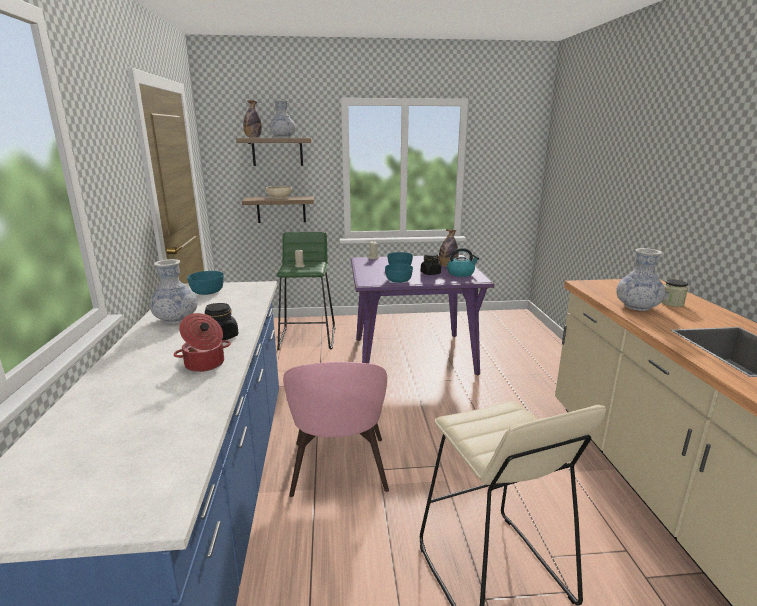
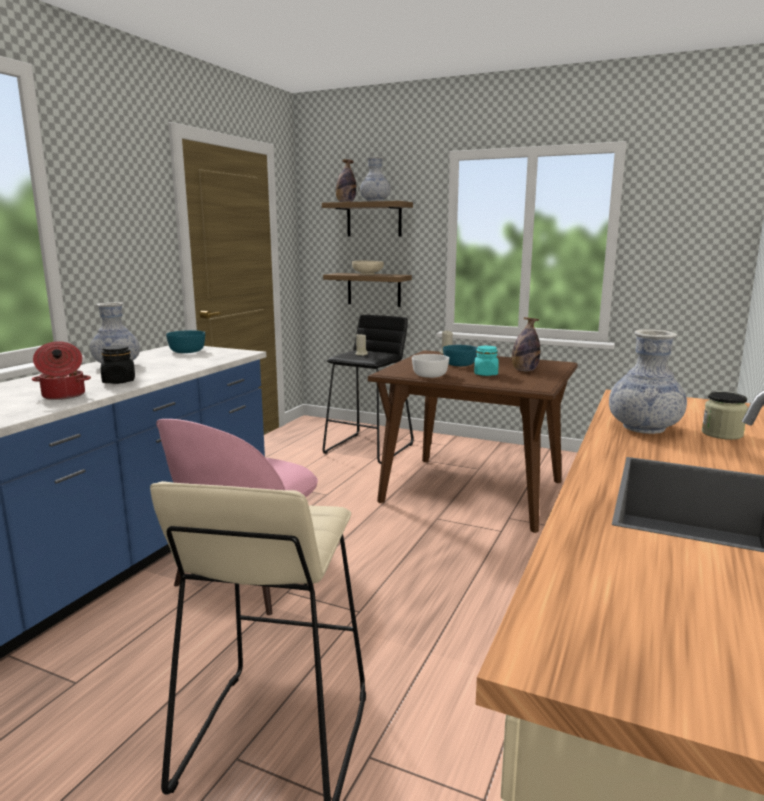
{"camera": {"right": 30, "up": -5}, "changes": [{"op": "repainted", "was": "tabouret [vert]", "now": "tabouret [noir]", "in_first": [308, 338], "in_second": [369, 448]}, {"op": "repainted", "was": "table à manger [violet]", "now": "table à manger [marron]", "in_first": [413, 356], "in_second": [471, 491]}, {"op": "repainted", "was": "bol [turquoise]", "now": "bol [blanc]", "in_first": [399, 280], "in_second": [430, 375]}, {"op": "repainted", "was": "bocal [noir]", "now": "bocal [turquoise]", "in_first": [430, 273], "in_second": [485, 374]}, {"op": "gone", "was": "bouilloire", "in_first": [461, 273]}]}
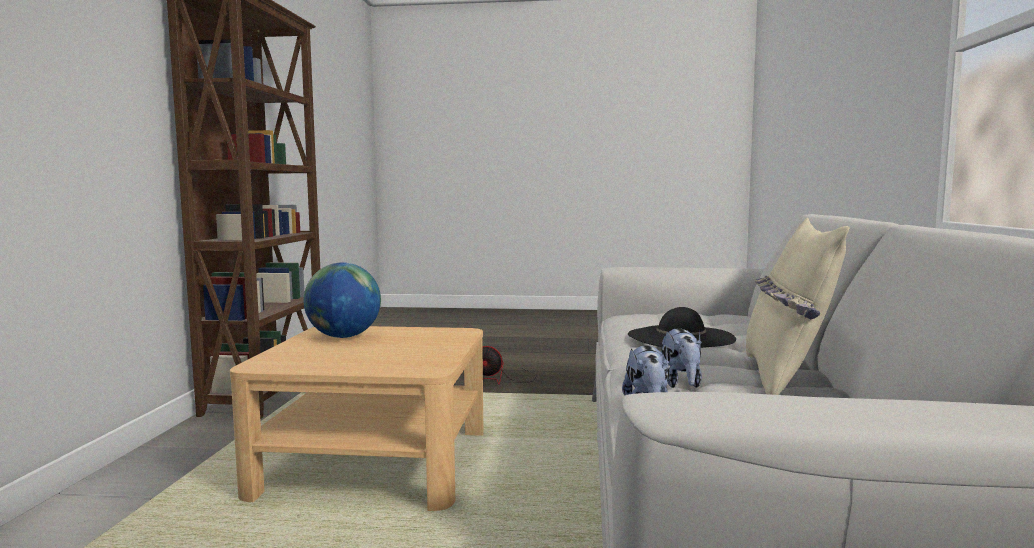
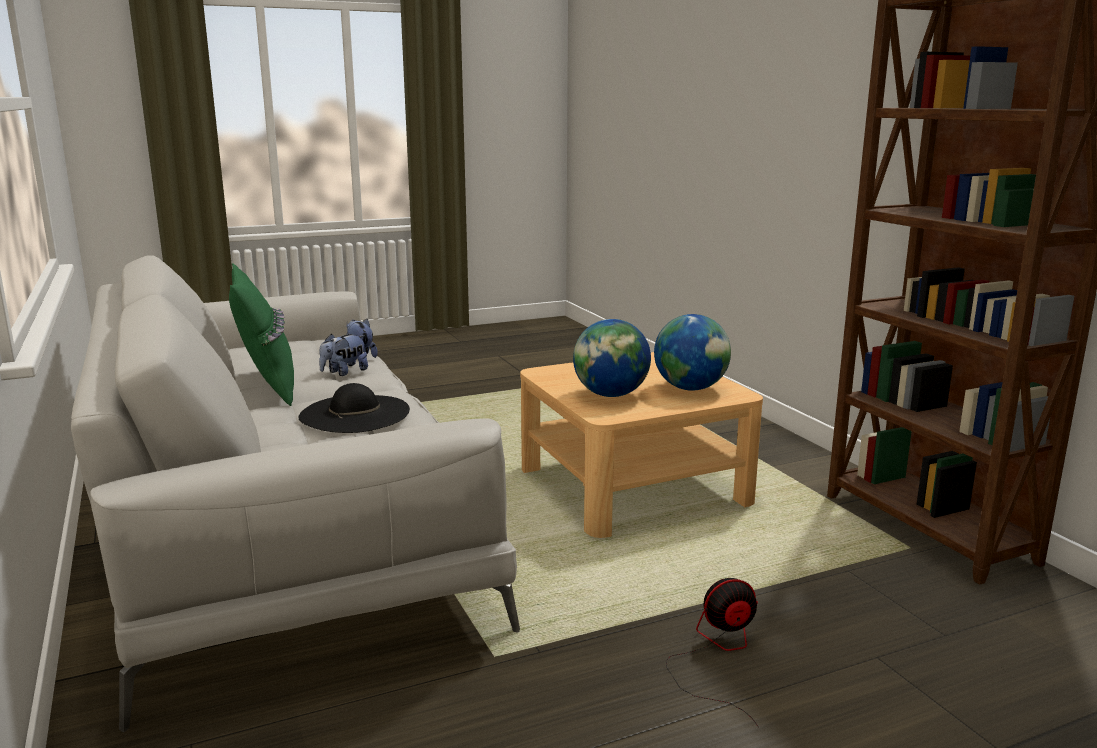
{"camera": {"right": 150, "up": 10}, "changes": [{"op": "repainted", "was": "coussin [beige]", "now": "coussin [vert]", "in_first": [786, 377], "in_second": [267, 388]}, {"op": "rotated", "was": "peluche", "in_first": [681, 384], "in_second": [344, 372], "clockwise": -105}, {"op": "new", "now": "globe", "in_second": [611, 395]}]}
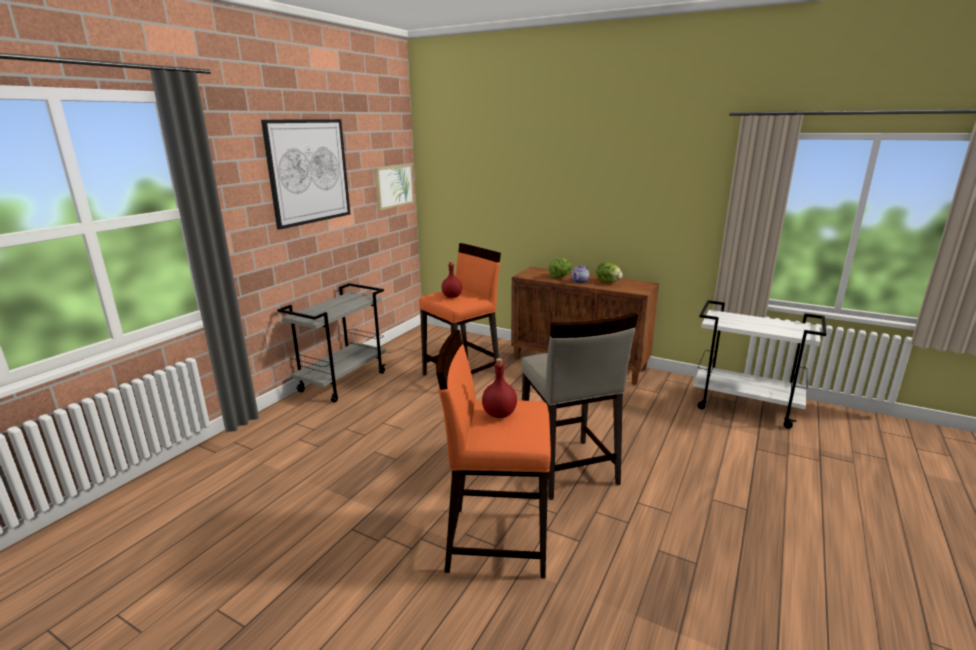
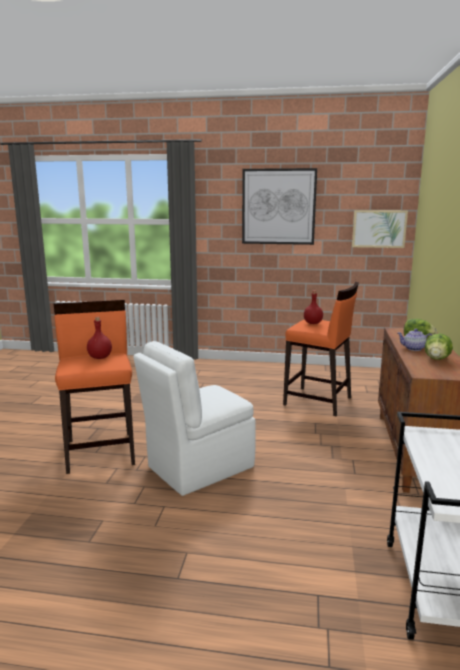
{"camera": {"right": 70, "up": -5}, "changes": [{"op": "swapped", "was": "tabouret [beige]", "now": "chaise [blanc]", "in_first": [568, 469], "in_second": [198, 467]}, {"op": "gone", "was": "chariot [gris]", "in_first": [343, 381]}]}
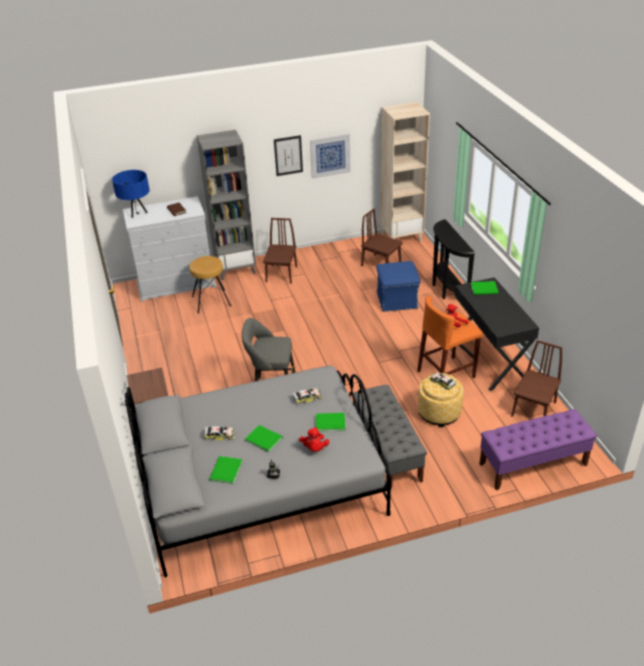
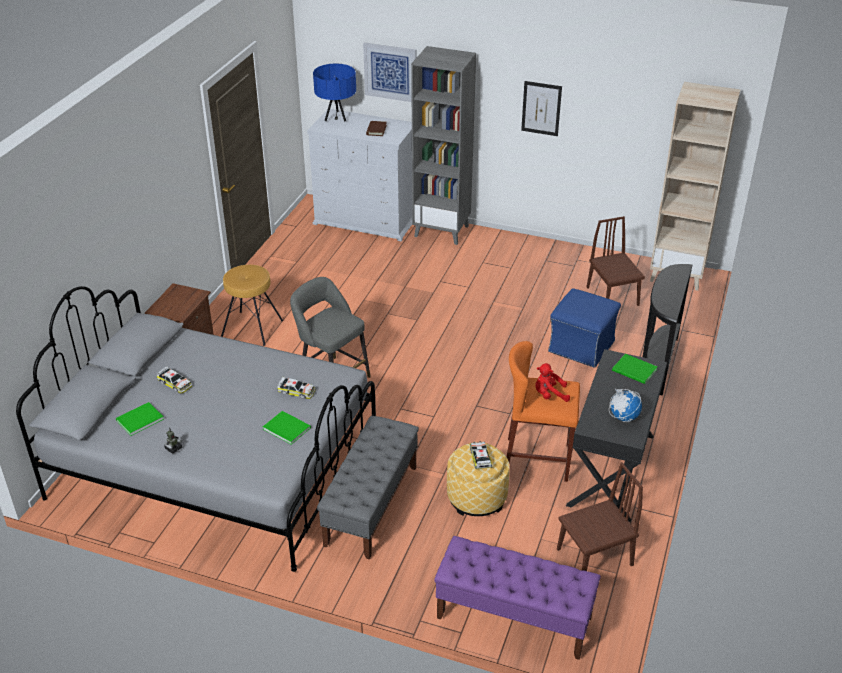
{"camera": {"right": 35, "up": 0}, "changes": [{"op": "shifted", "was": "tabouret [marron]", "in_first": [211, 301], "in_second": [252, 328]}, {"op": "shifted", "was": "tableau", "in_first": [330, 155], "in_second": [390, 72]}, {"op": "new", "now": "globe", "in_second": [623, 417]}, {"op": "gone", "was": "livre [vert]", "in_first": [263, 438]}, {"op": "gone", "was": "chaise [marron]", "in_first": [281, 274]}, {"op": "gone", "was": "peluche [rouge]", "in_first": [314, 448]}]}
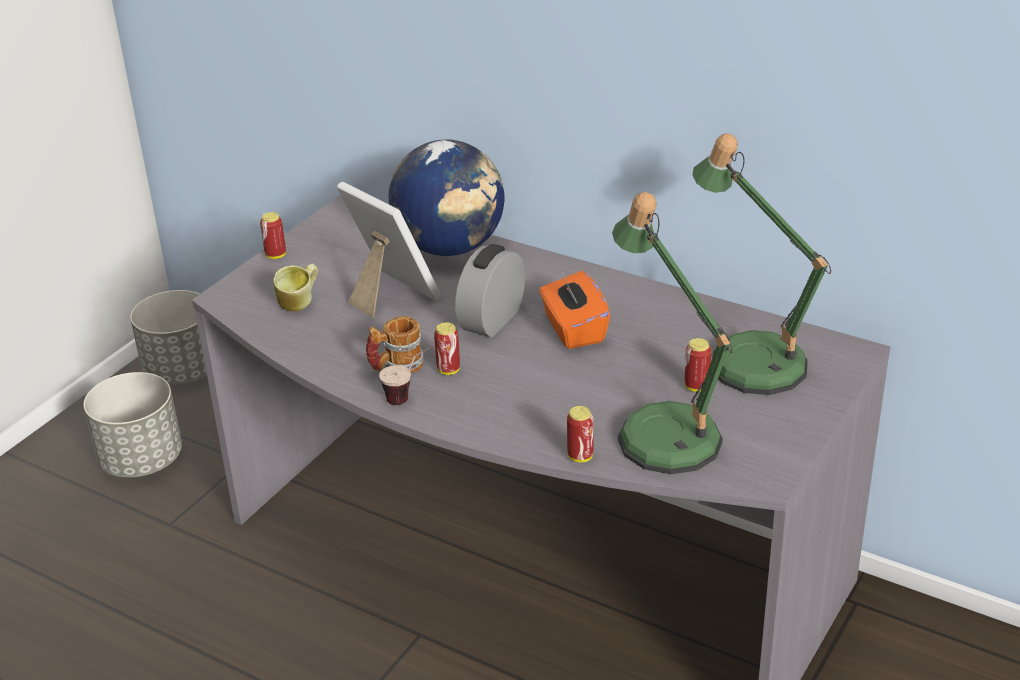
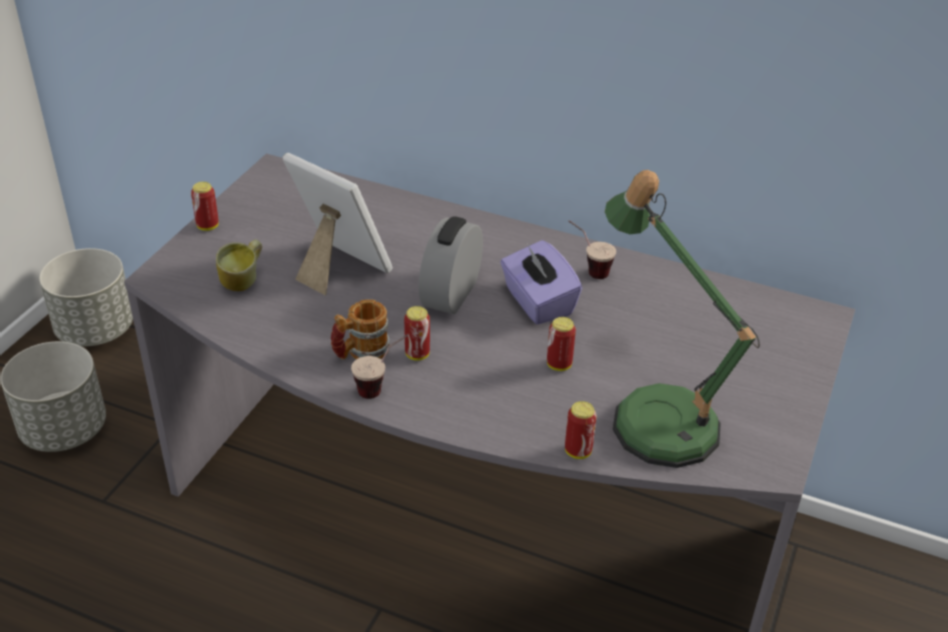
{"camera": {"right": -10, "up": 5}, "changes": [{"op": "repainted", "was": "boîte à mouchoirs [orange]", "now": "boîte à mouchoirs [violet]", "in_first": [573, 330], "in_second": [537, 302]}, {"op": "shifted", "was": "boîte métallique", "in_first": [696, 387], "in_second": [559, 365]}, {"op": "new", "now": "tasse", "in_second": [587, 269]}, {"op": "gone", "was": "globe", "in_first": [450, 247]}, {"op": "gone", "was": "lampe de table", "in_first": [749, 356]}]}
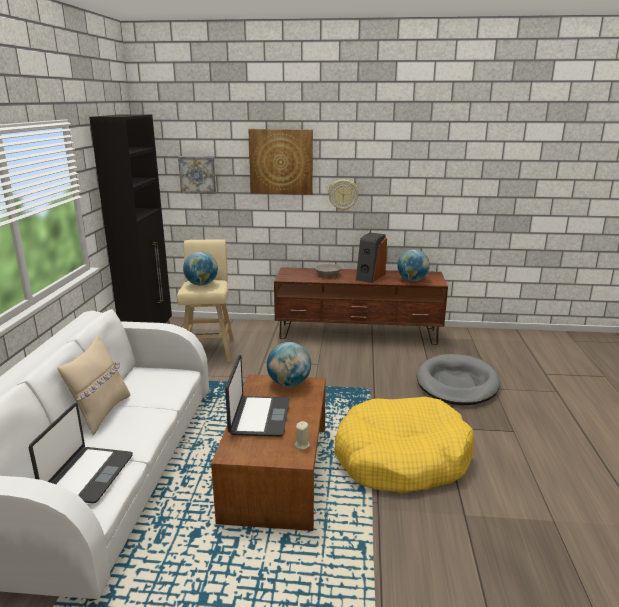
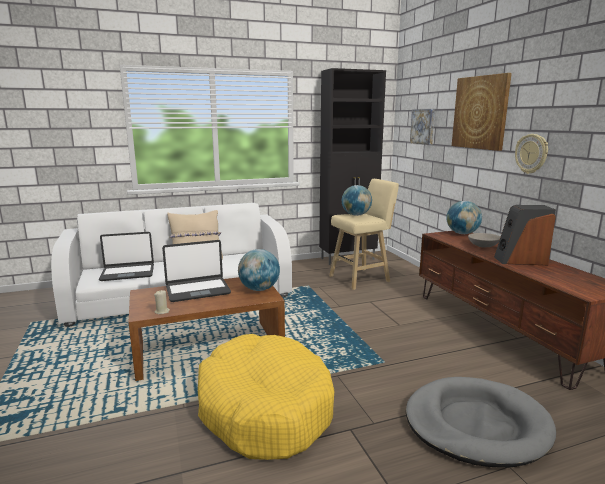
{"camera": {"right": 65, "up": -5}, "changes": [{"op": "shifted", "was": "globe", "in_first": [412, 280], "in_second": [462, 233]}]}
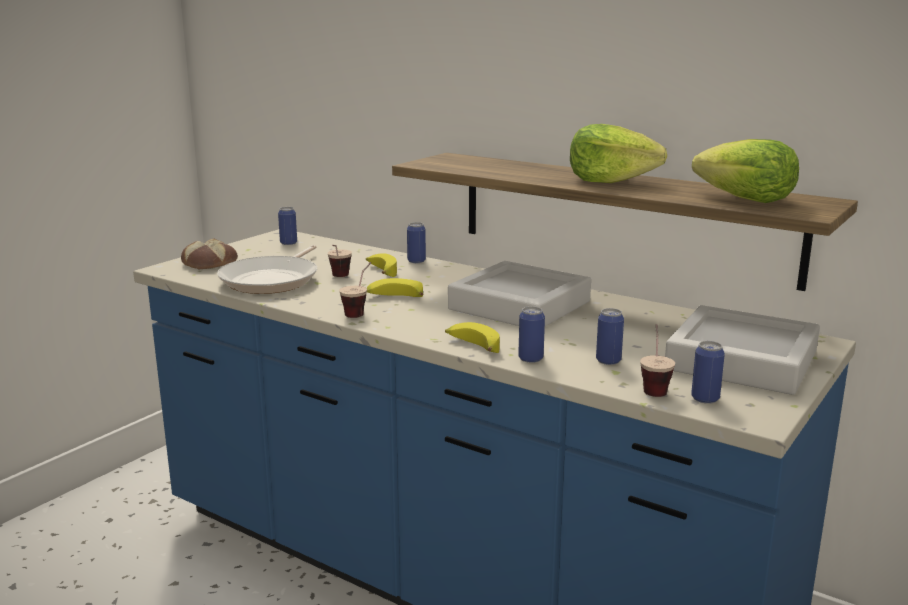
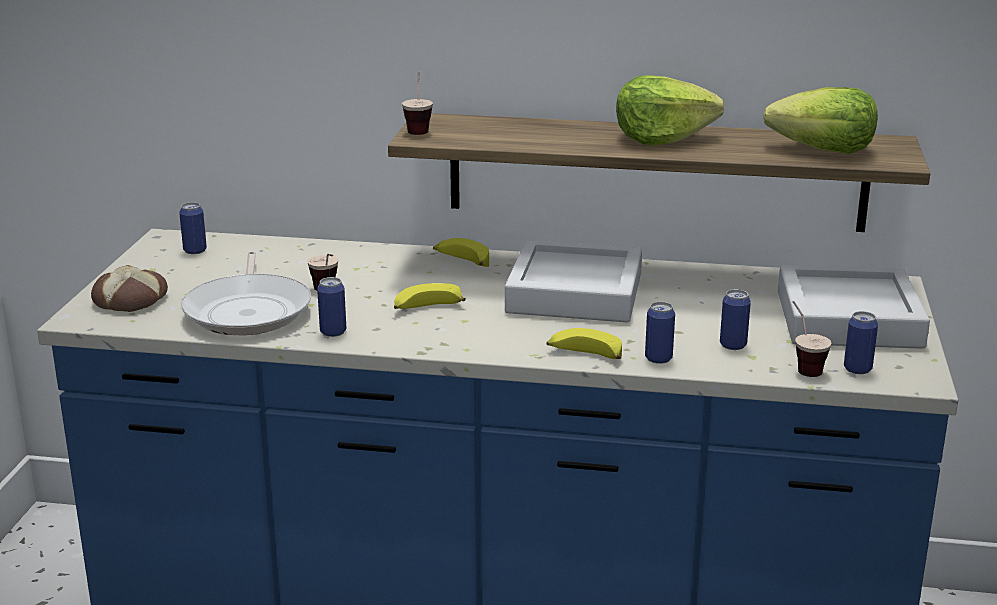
{"camera": {"right": -25, "up": 5}, "changes": [{"op": "shifted", "was": "boîte métallique", "in_first": [416, 261], "in_second": [333, 332]}, {"op": "shifted", "was": "tasse", "in_first": [359, 312], "in_second": [418, 129]}, {"op": "shifted", "was": "banane", "in_first": [381, 271], "in_second": [462, 261]}]}
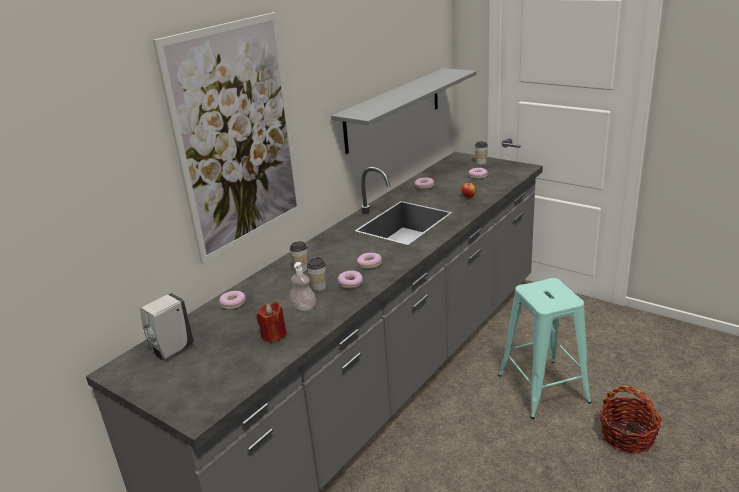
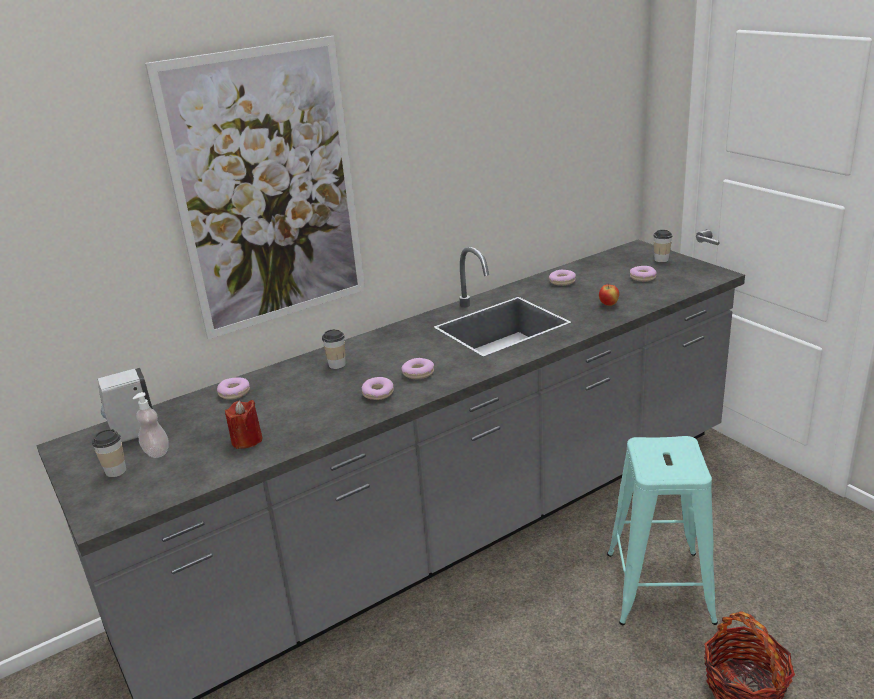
{"camera": {"right": 20, "up": 0}, "changes": [{"op": "shifted", "was": "tasse", "in_first": [318, 287], "in_second": [115, 471]}, {"op": "shifted", "was": "distributeur de savon", "in_first": [304, 307], "in_second": [156, 452]}, {"op": "gone", "was": "étagère [gris]", "in_first": [393, 109]}]}
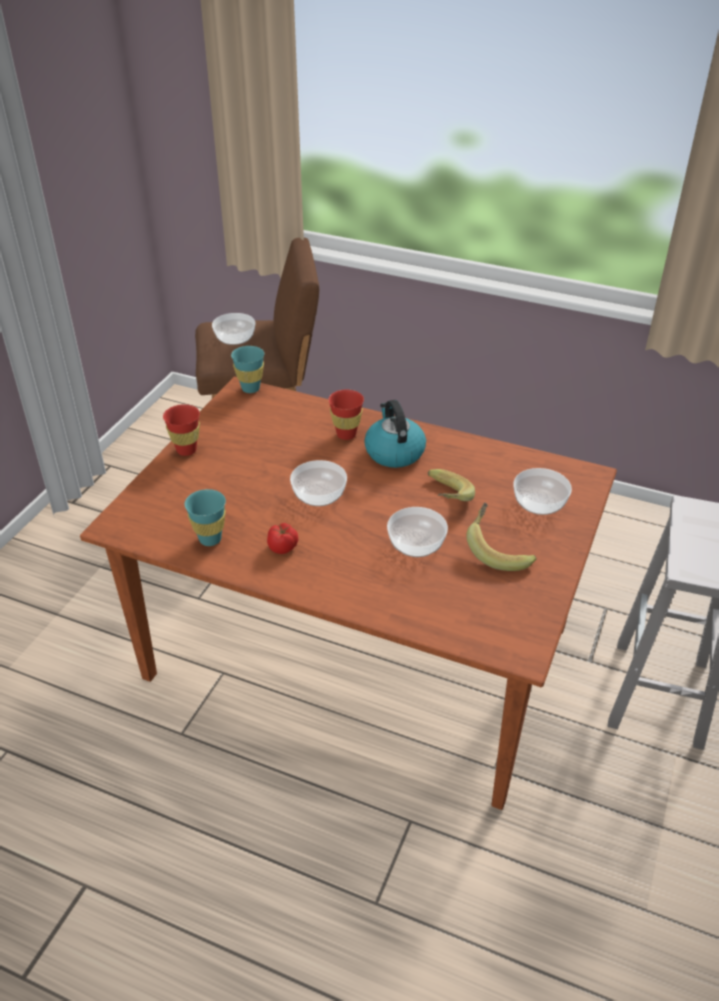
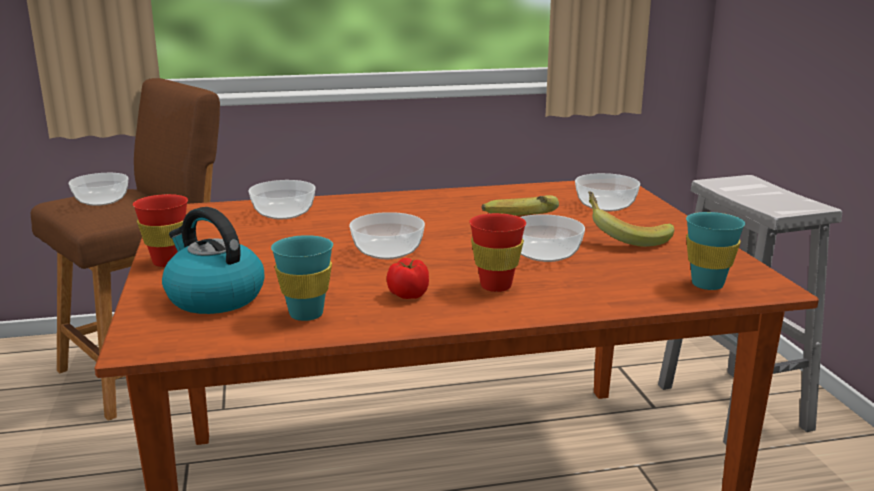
{"camera": {"right": -35, "up": -20}, "changes": [{"op": "shifted", "was": "bouilloire", "in_first": [394, 452], "in_second": [214, 297]}, {"op": "new", "now": "bol", "in_second": [282, 213]}, {"op": "shifted", "was": "tasse [rouge]", "in_first": [346, 434], "in_second": [496, 286]}, {"op": "shifted", "was": "tasse [turquoise]", "in_first": [250, 388], "in_second": [707, 284]}]}
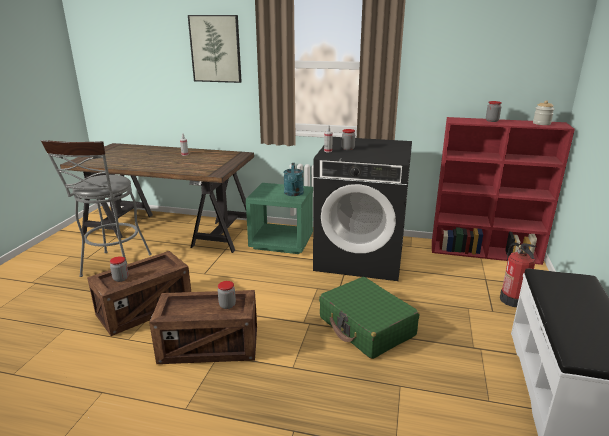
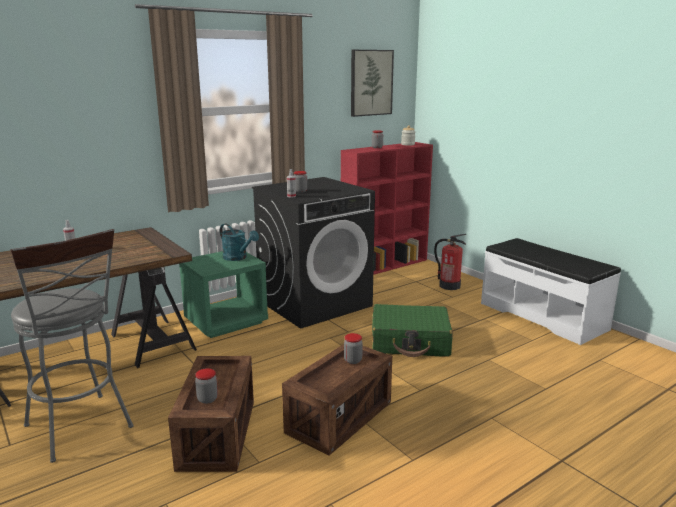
{"camera": {"right": -50, "up": -5}, "changes": [{"op": "shifted", "was": "tableau", "in_first": [215, 49], "in_second": [371, 83]}]}
